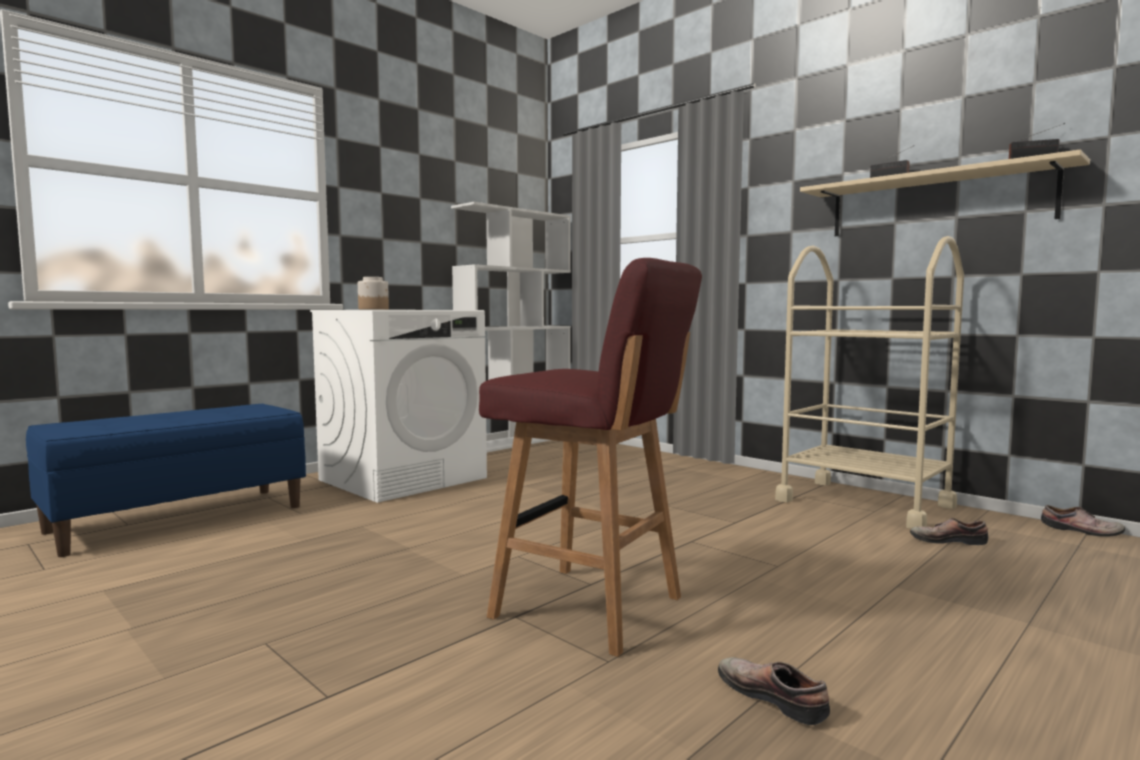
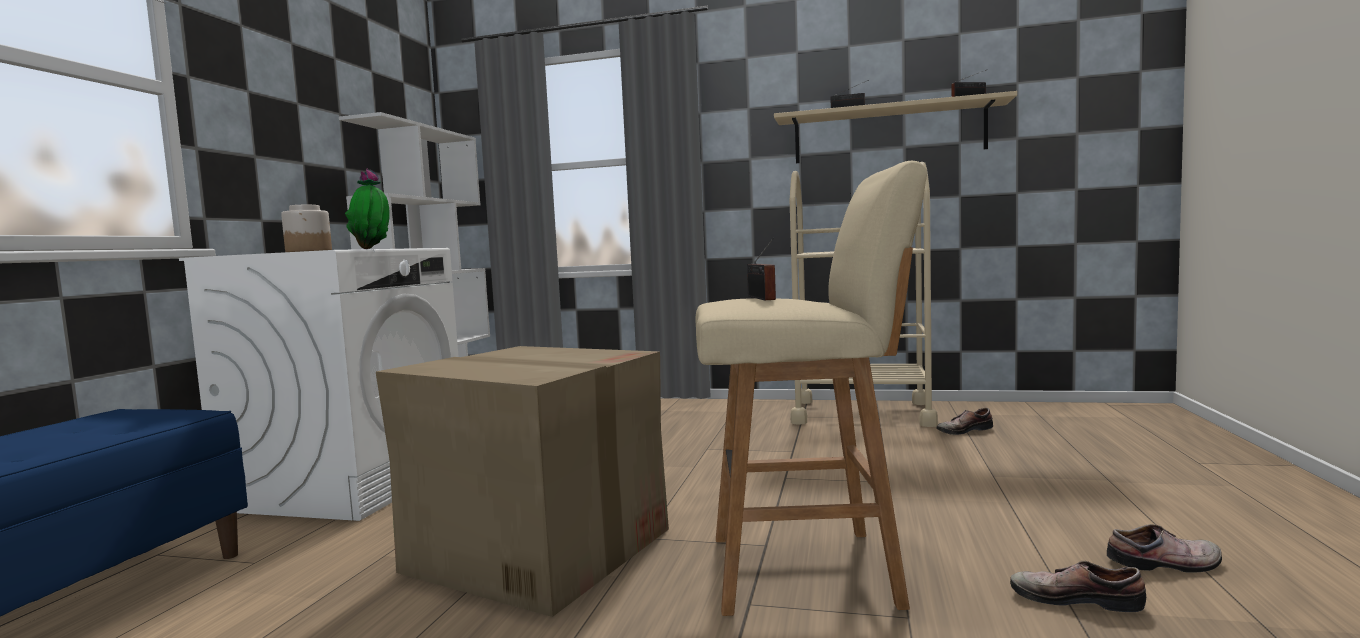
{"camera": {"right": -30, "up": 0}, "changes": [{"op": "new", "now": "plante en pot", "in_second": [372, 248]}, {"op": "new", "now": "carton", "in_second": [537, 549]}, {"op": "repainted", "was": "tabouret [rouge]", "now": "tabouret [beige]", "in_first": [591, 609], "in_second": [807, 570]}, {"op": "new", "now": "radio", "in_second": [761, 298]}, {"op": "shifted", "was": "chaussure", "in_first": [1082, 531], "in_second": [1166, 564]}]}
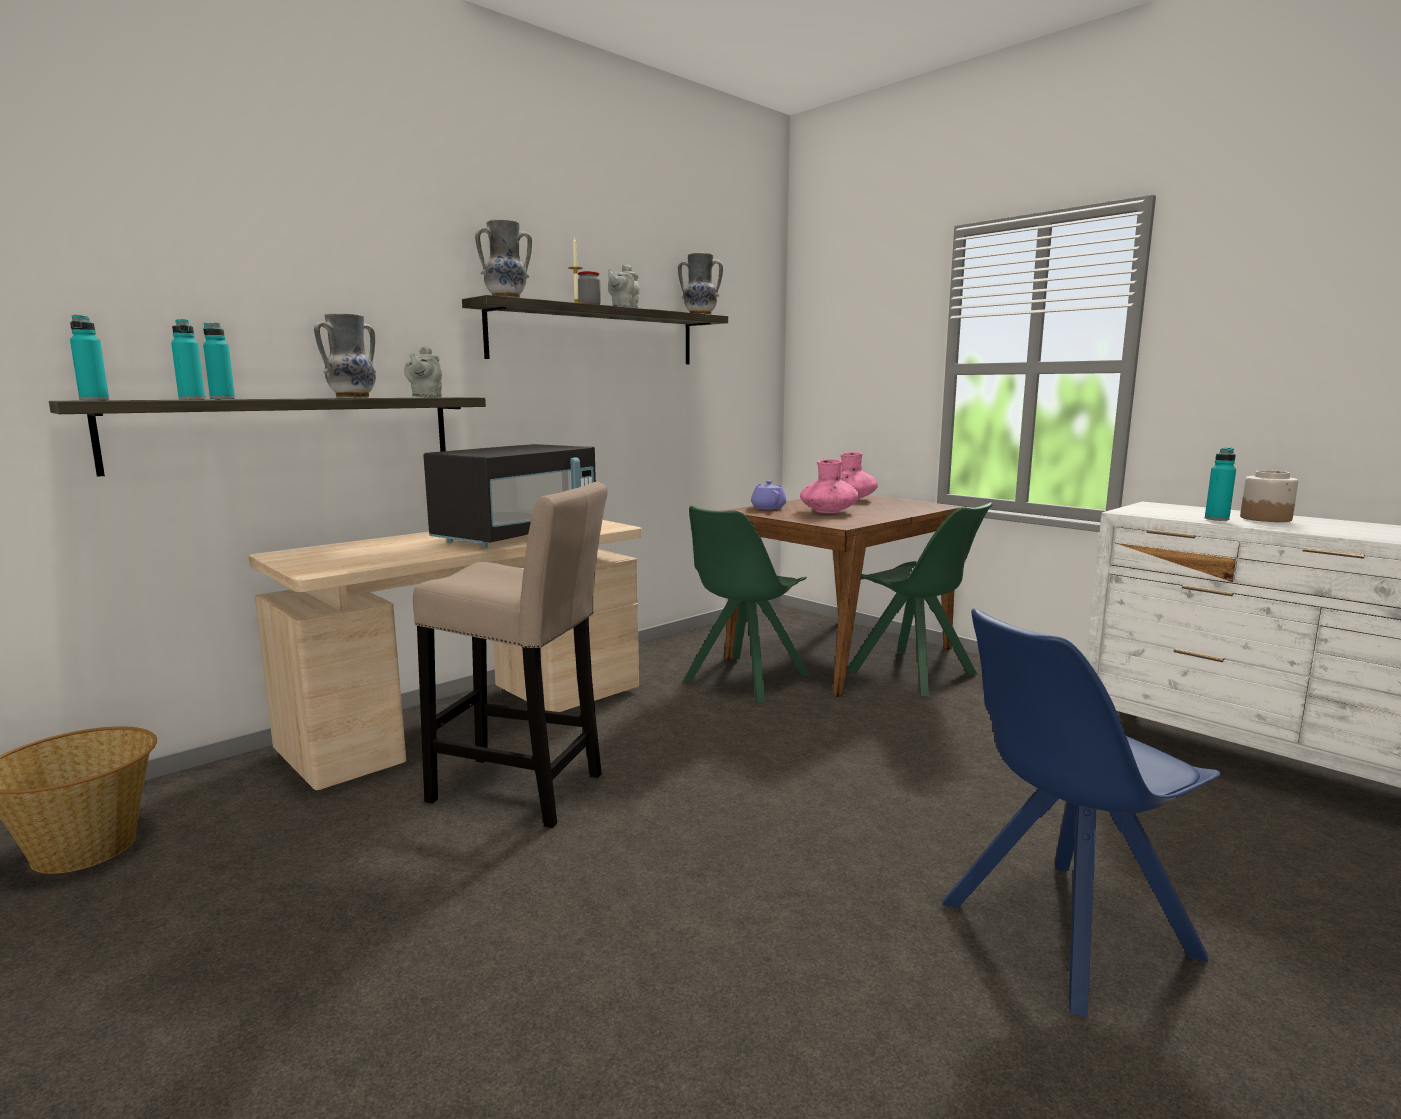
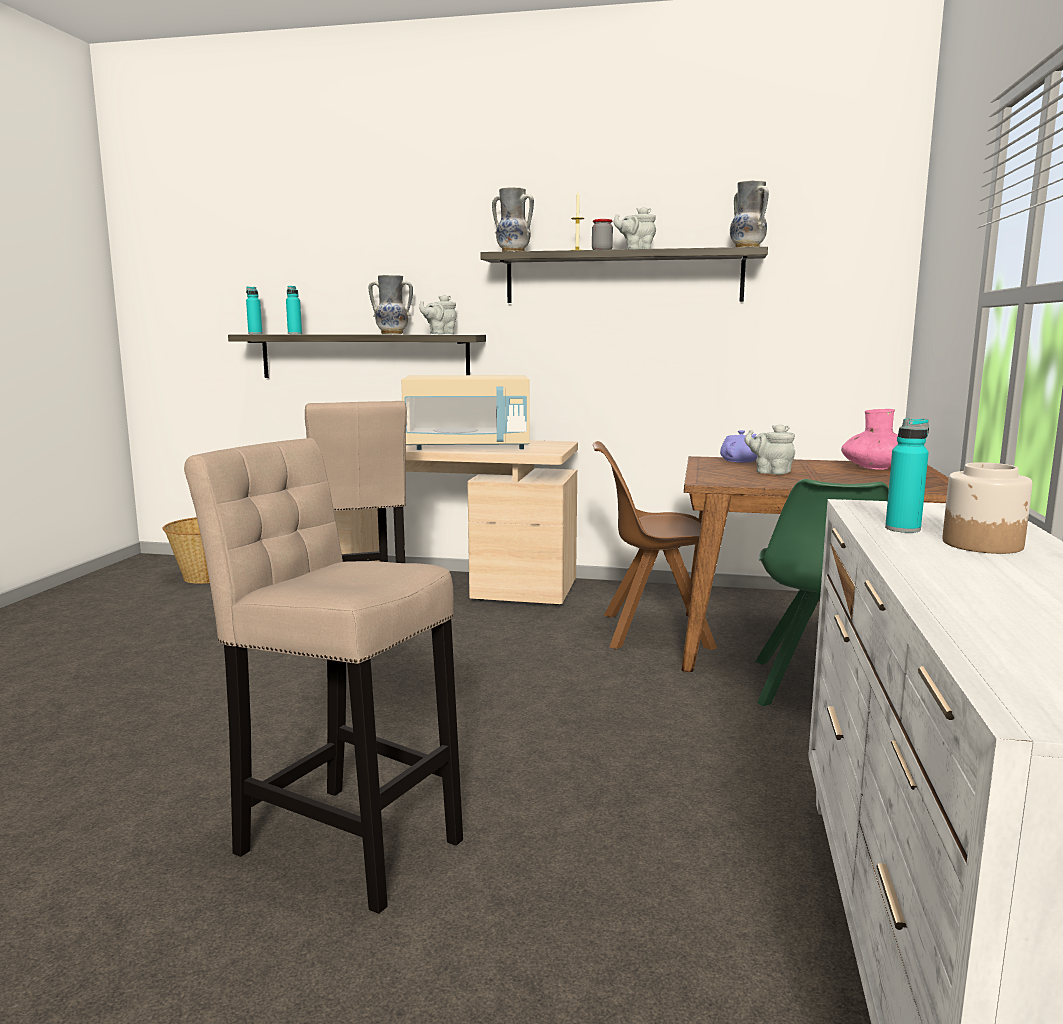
{"camera": {"right": 55, "up": 0}, "changes": [{"op": "swapped", "was": "chaise [bleu]", "now": "tabouret [beige]", "in_first": [1062, 931], "in_second": [341, 840]}, {"op": "repainted", "was": "micro-ondes [noir]", "now": "micro-ondes [beige]", "in_first": [518, 536], "in_second": [468, 447]}, {"op": "repainted", "was": "chaise [vert]", "now": "chaise [marron]", "in_first": [744, 679], "in_second": [652, 631]}, {"op": "swapped", "was": "vase [rose]", "now": "théière [gris]", "in_first": [828, 512], "in_second": [770, 472]}, {"op": "gone", "was": "bouteille [turquoise]", "in_first": [222, 398]}]}
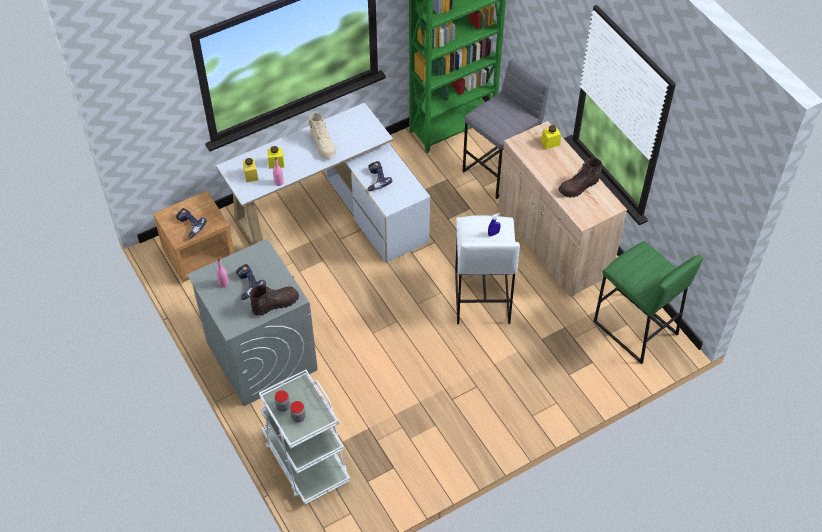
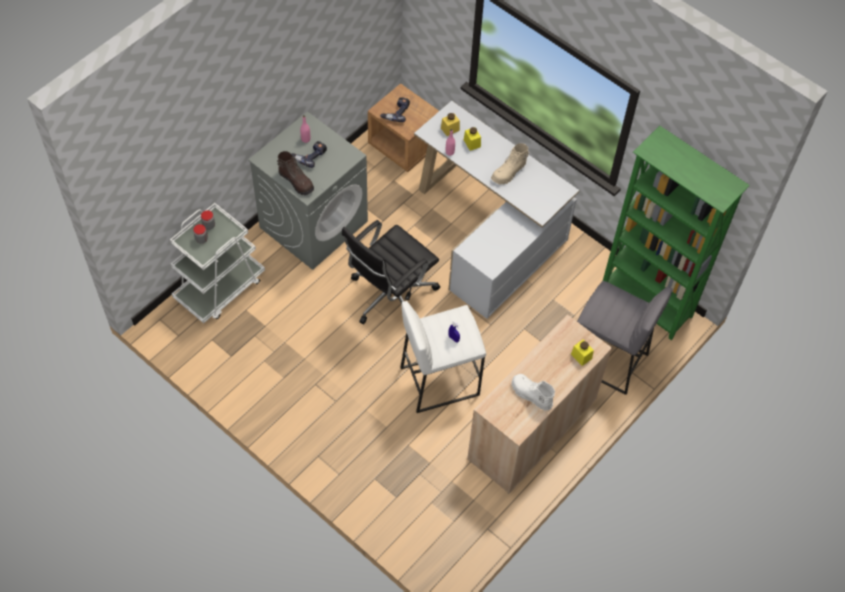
{"camera": {"right": 70, "up": 5}, "changes": [{"op": "new", "now": "chaise de bureau [noir]", "in_second": [390, 297]}, {"op": "repainted", "was": "botte [marron]", "now": "botte [blanc]", "in_first": [579, 187], "in_second": [531, 395]}, {"op": "gone", "was": "perceuse", "in_first": [375, 180]}, {"op": "gone", "was": "tabouret [vert]", "in_first": [635, 328]}]}
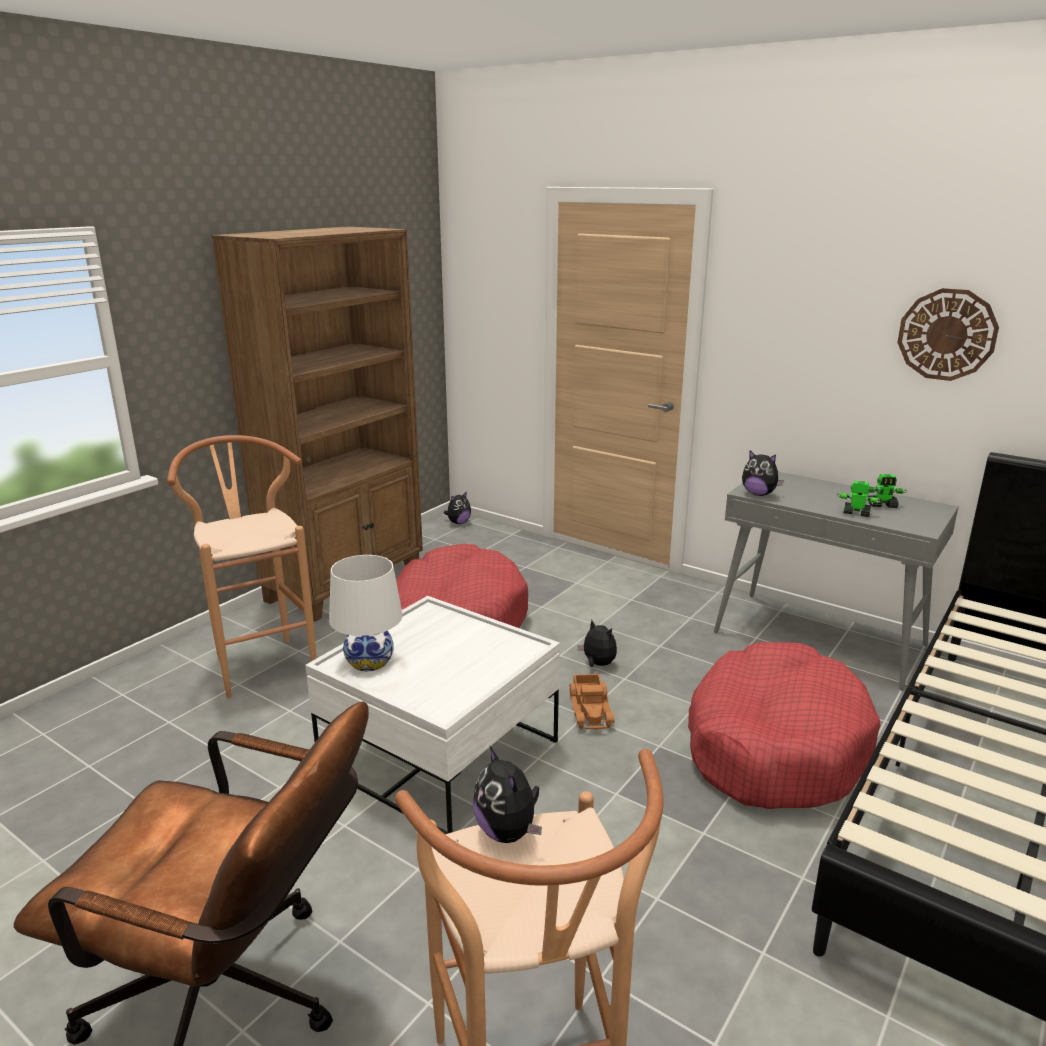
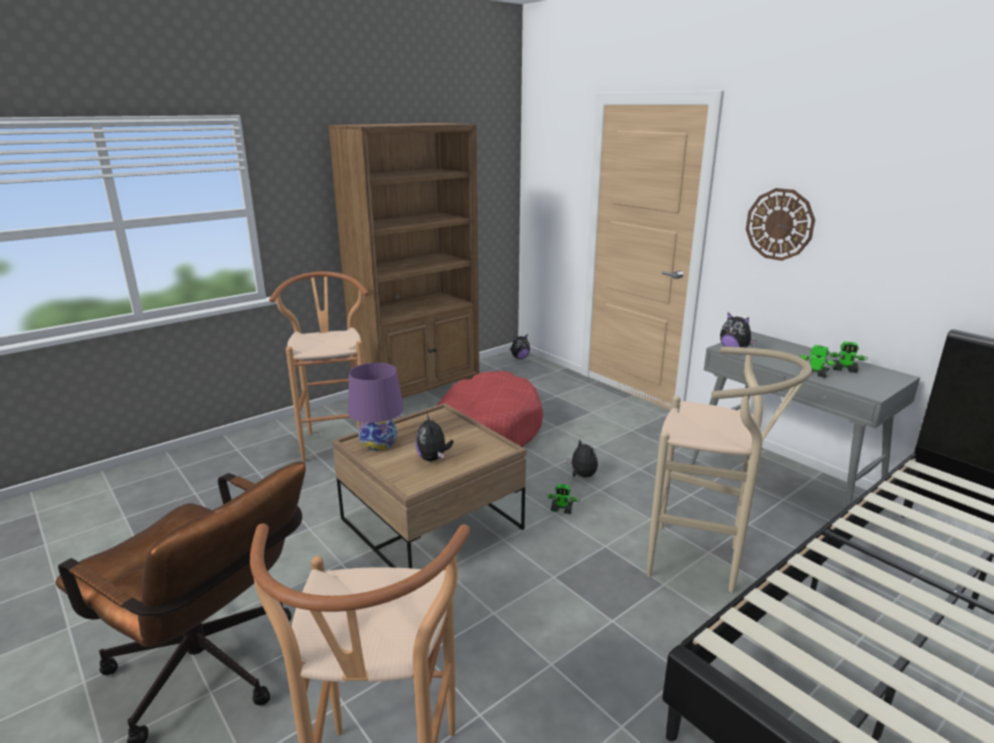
{"camera": {"right": 15, "up": 0}, "changes": [{"op": "repainted", "was": "table basse [blanc]", "now": "table basse [marron]", "in_first": [439, 754], "in_second": [431, 524]}, {"op": "repainted", "was": "lampe de table [blanc]", "now": "lampe de table [violet]", "in_first": [369, 661], "in_second": [378, 444]}, {"op": "shifted", "was": "peluche", "in_first": [508, 832], "in_second": [433, 459]}, {"op": "swapped", "was": "camion jouet", "now": "robot jouet", "in_first": [591, 709], "in_second": [562, 509]}, {"op": "swapped", "was": "panier pour chien [rouge]", "now": "tabouret [beige]", "in_first": [774, 745], "in_second": [704, 562]}, {"op": "shifted", "was": "horloge murale", "in_first": [947, 334], "in_second": [779, 224]}]}
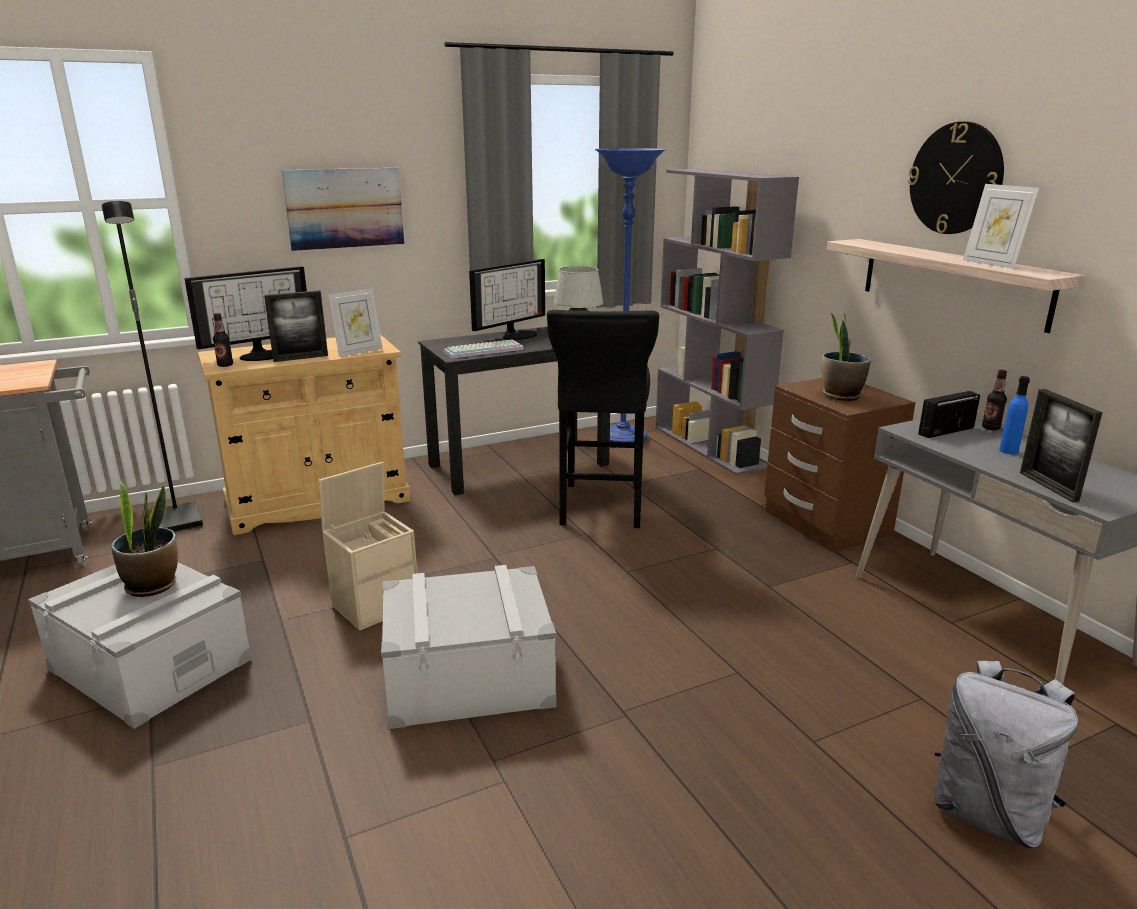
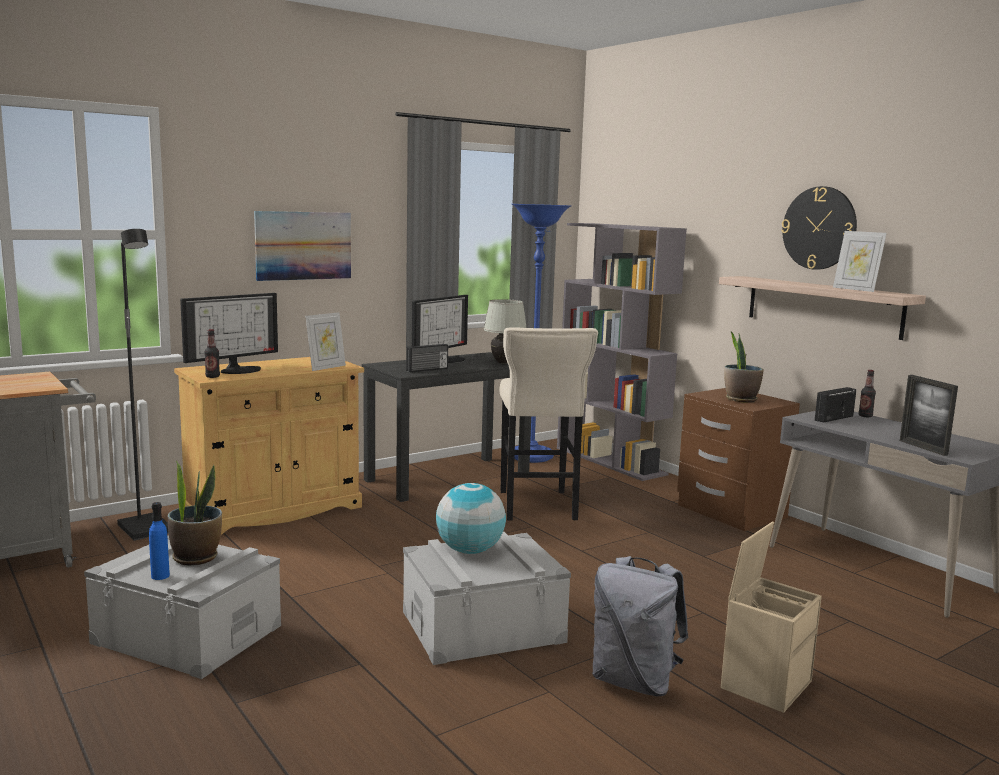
{"camera": {"right": -10, "up": -10}, "changes": [{"op": "shifted", "was": "bouteille [bleu]", "in_first": [1008, 451], "in_second": [160, 576]}, {"op": "swapped", "was": "clavier", "now": "radio", "in_first": [484, 350], "in_second": [427, 370]}, {"op": "new", "now": "globe", "in_second": [470, 551]}, {"op": "repainted", "was": "tabouret [noir]", "now": "tabouret [beige]", "in_first": [601, 508], "in_second": [537, 507]}, {"op": "shifted", "was": "sac à dos [gris]", "in_first": [988, 813], "in_second": [634, 681]}, {"op": "shifted", "was": "boîte de rangement [beige]", "in_first": [376, 604], "in_second": [765, 683]}, {"op": "gone", "was": "cadre photo", "in_first": [301, 358]}]}
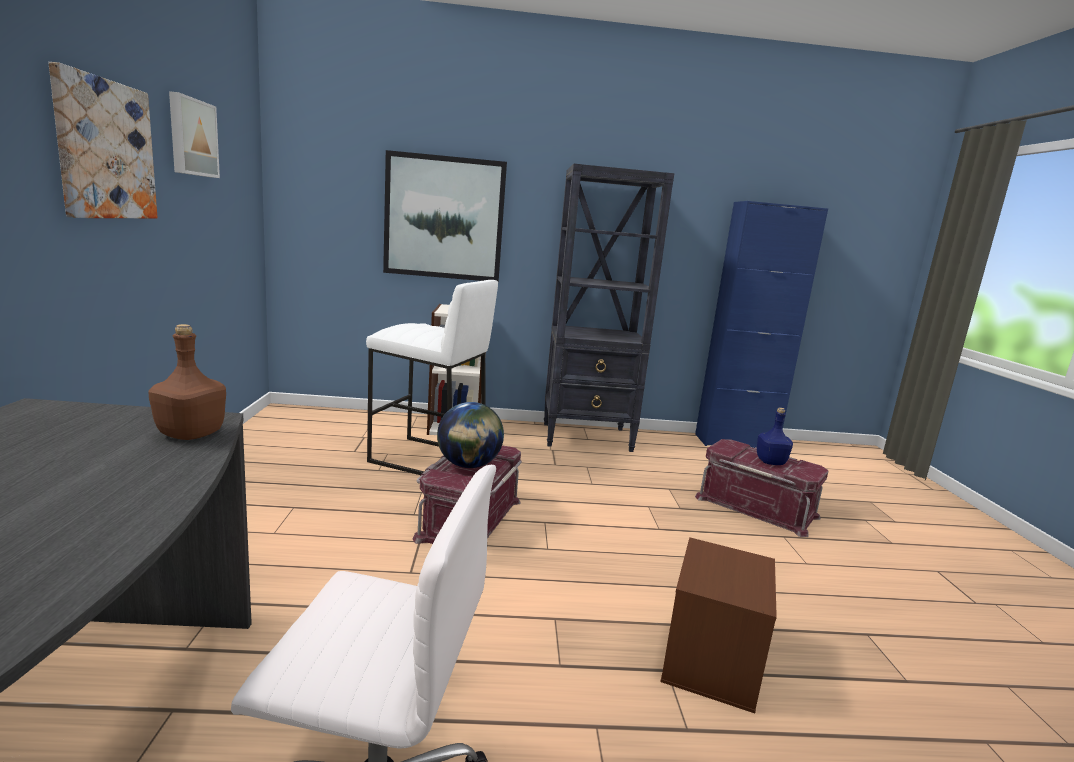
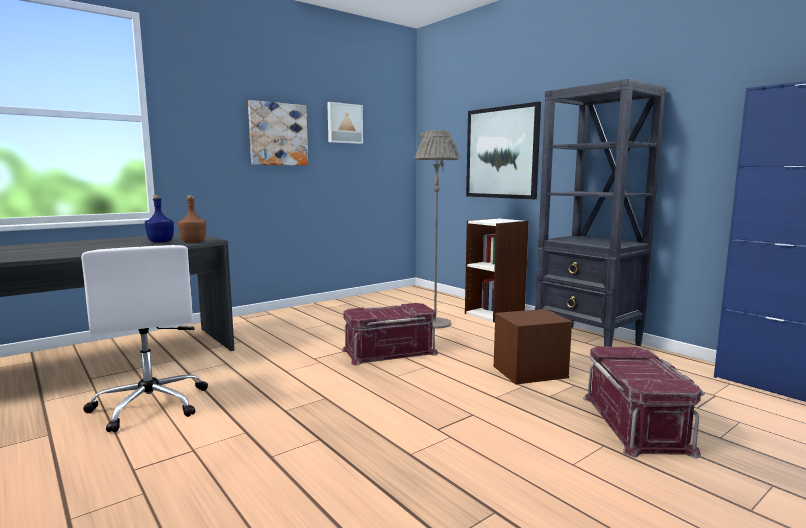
{"camera": {"right": 55, "up": -5}, "changes": [{"op": "shifted", "was": "bouteille [bleu]", "in_first": [770, 462], "in_second": [161, 242]}, {"op": "swapped", "was": "tabouret [blanc]", "now": "lampadaire [gris]", "in_first": [427, 459], "in_second": [435, 323]}, {"op": "shifted", "was": "boîte de rangement [marron]", "in_first": [712, 663], "in_second": [529, 372]}, {"op": "gone", "was": "globe", "in_first": [469, 465]}]}
